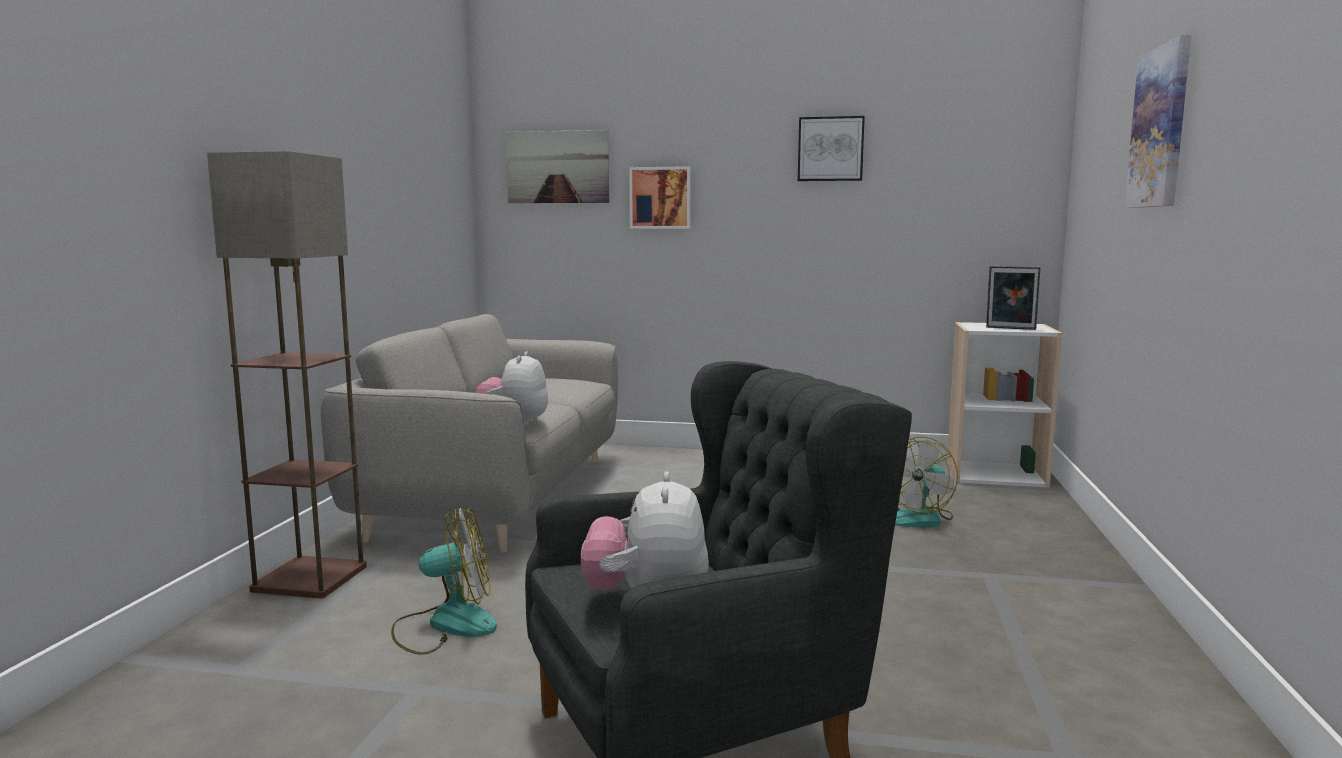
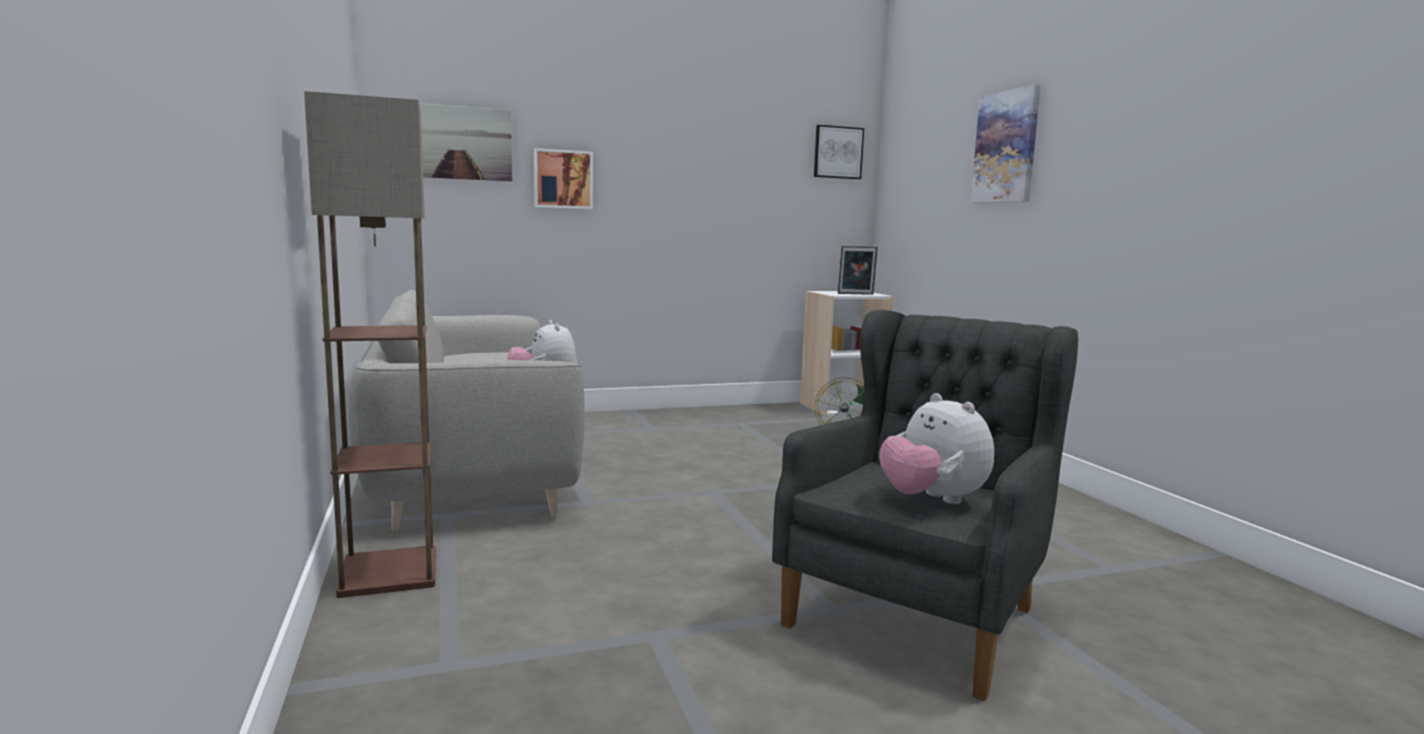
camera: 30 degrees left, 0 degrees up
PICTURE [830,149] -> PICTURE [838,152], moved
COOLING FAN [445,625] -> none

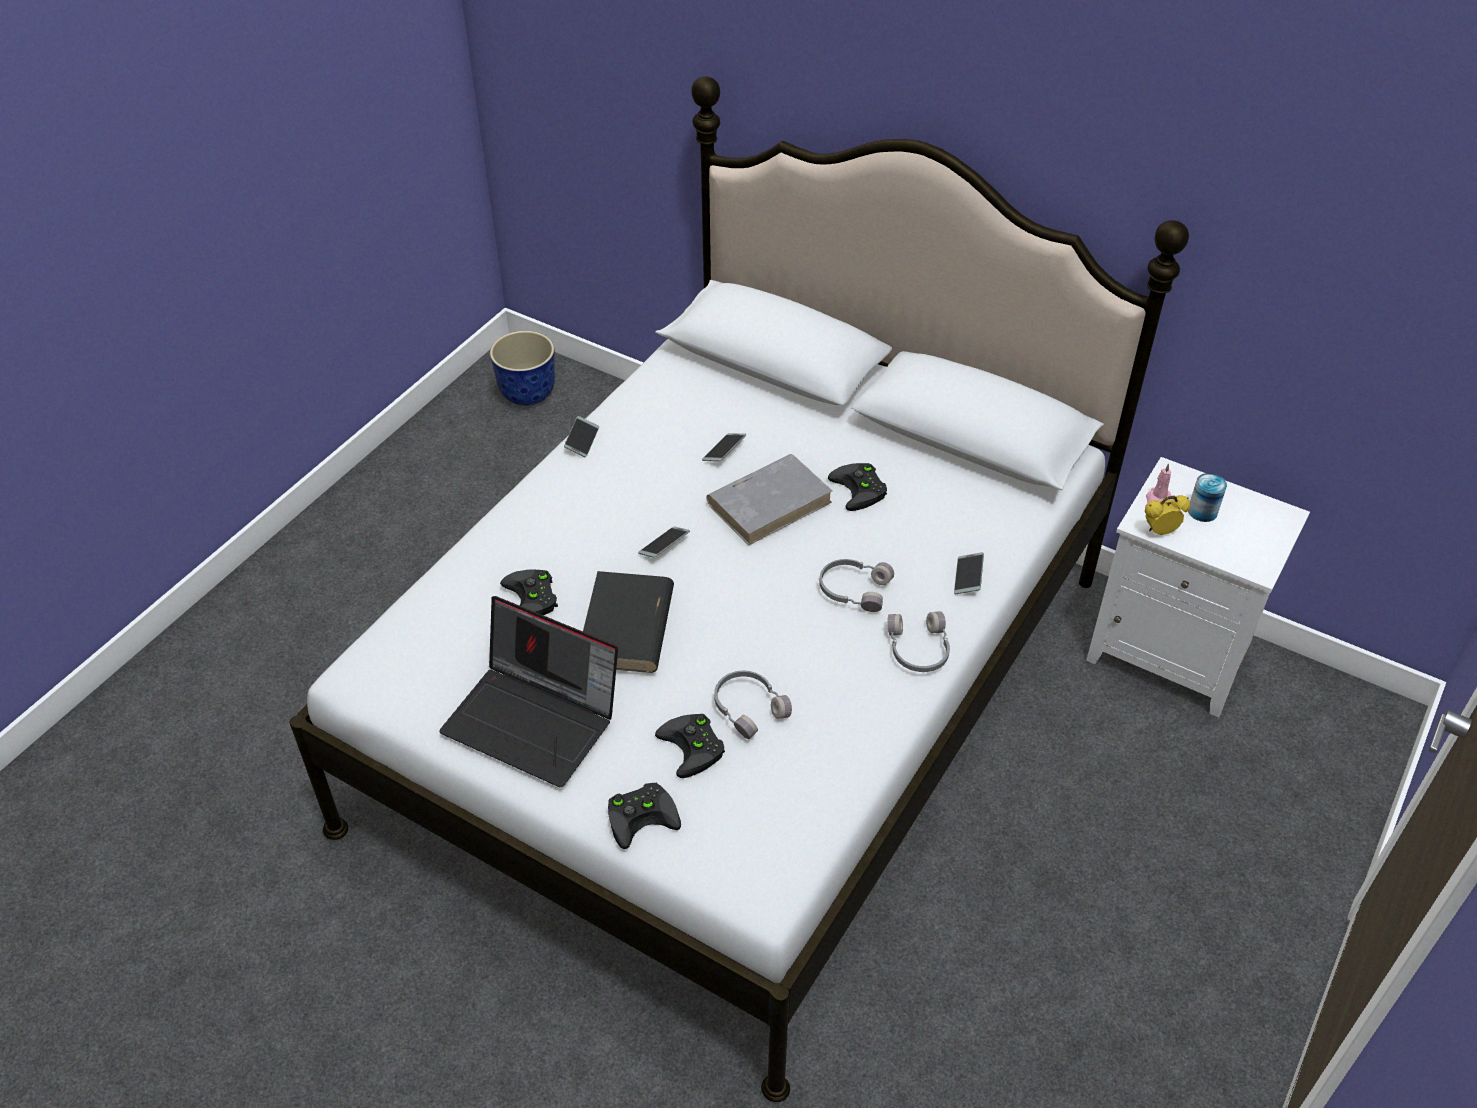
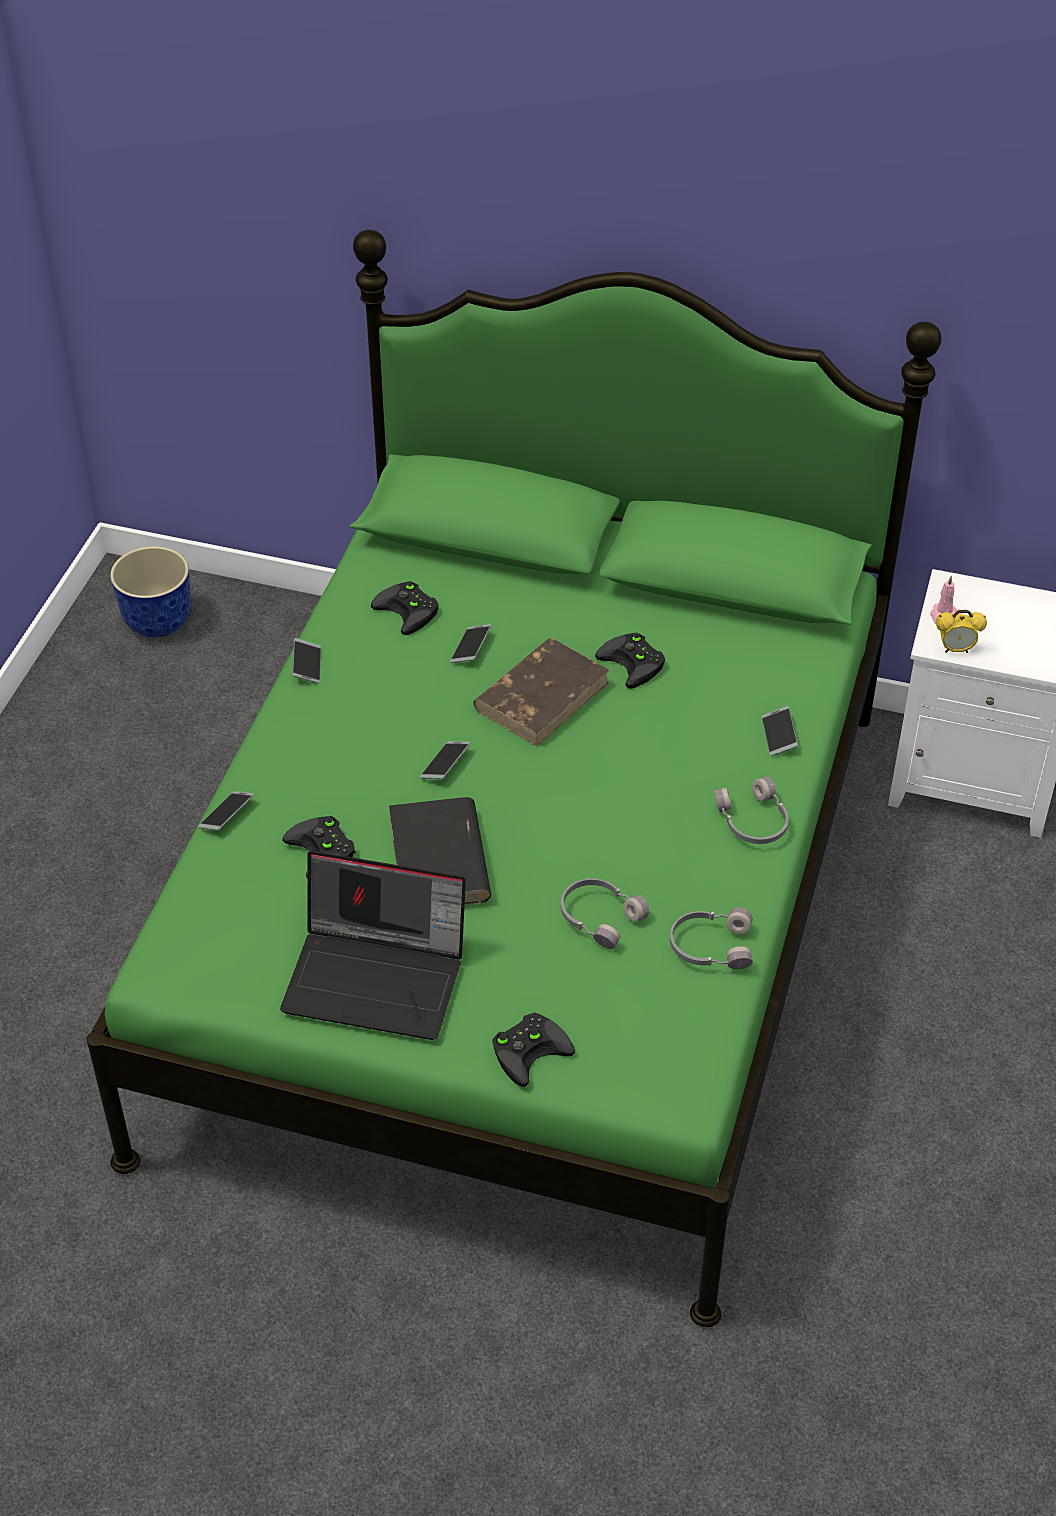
camera: 15 degrees left, 0 degrees up
WHITE-COLOURED SLEEPING BED [738,698] -> GREENISH SLEEPING BED [527,923]
GREYISH VOLUME [770,502] -> BROWN VOLUME [542,695]
CAN [1202,511] -> none
TABLE CLOCK [1160,531] -> TABLE CLOCK [955,649], 150 degrees counterclockwise
GREYISH PAIR OF HEADPHONES [853,589] -> GREYISH PAIR OF HEADPHONES [710,946], moved
BLACKISH JOYPAD [695,748] -> BLACKISH JOYPAD [410,611], moved
none -> HANDSET [226,815]

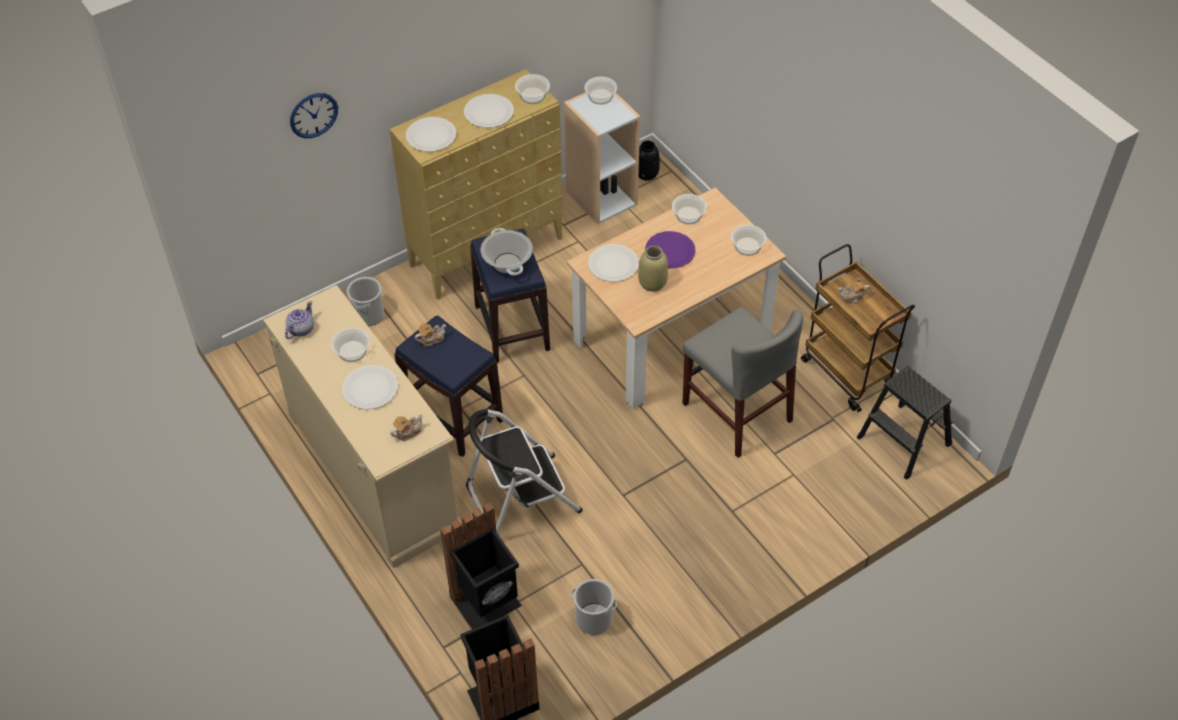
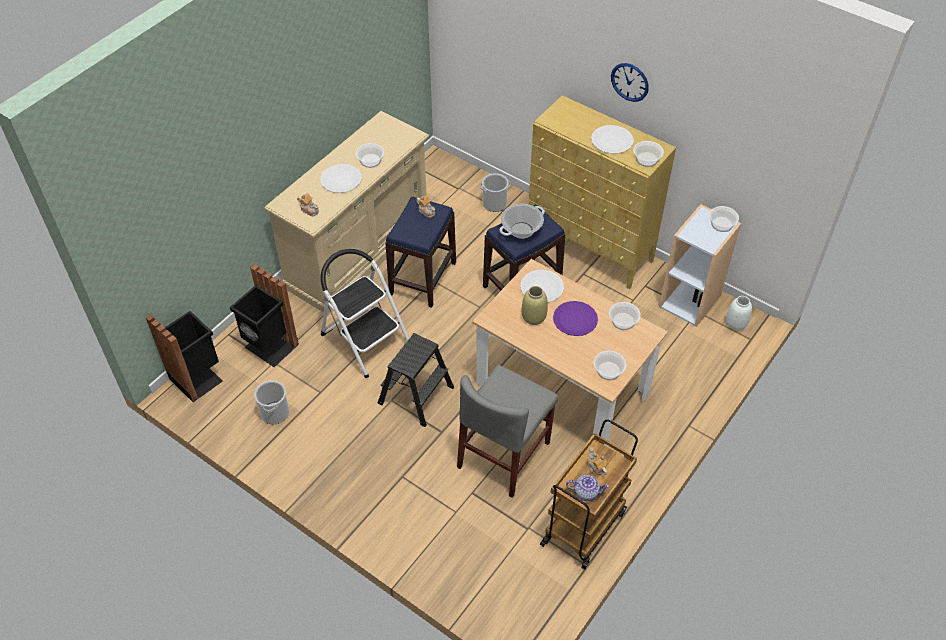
camera: 70 degrees right, 0 degrees up
HANGING CLOCK [313,115] -> HANGING CLOCK [630,82], moved
WHITE-COLOURED DINNER PLATE [431,135] -> none
BLACKISH DECORATIVE VASE [647,173] -> WHITE-COLOURED DECORATIVE VASE [736,323]
TEA POT [300,329] -> TEA POT [586,492], moved
BLACKISH STEPLADDER [904,440] -> BLACKISH STEPLADDER [415,395], moved

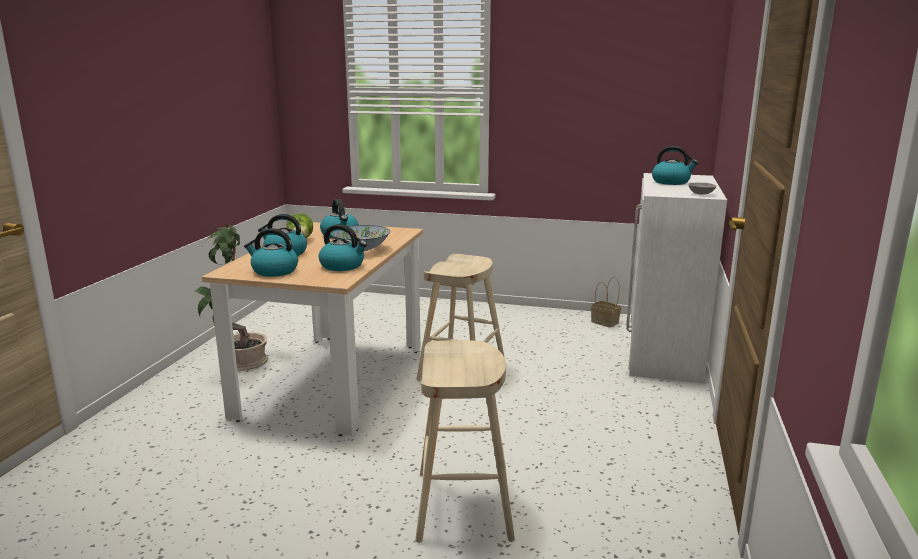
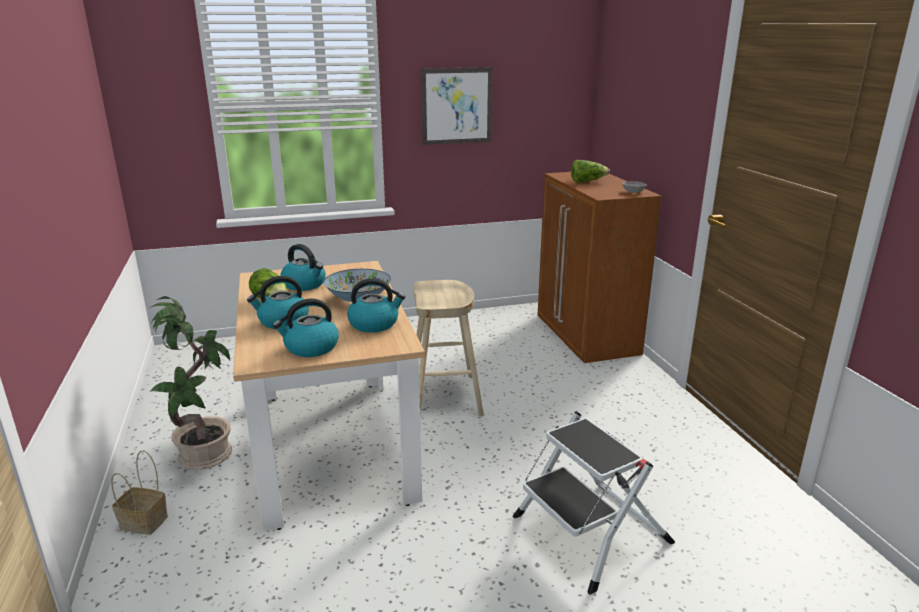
camera: 30 degrees left, 5 degrees up
WATER KETTLE [671,182] -> HEAD OF LETTUCE [587,181]
WHITE-COLOURED STORAGE CABINET [664,352] -> BROWN STORAGE CABINET [586,334]
BASKET [606,322] -> BASKET [145,522], moved
BEIGE SITTING STOOL [463,505] -> STEPLADDER [591,532]
none -> PICTURE [456,106]

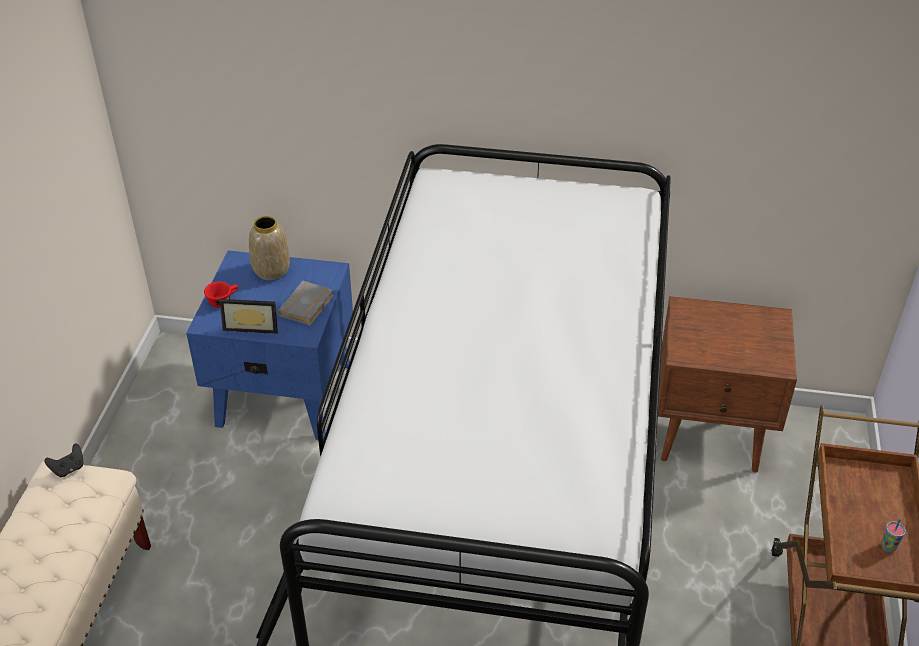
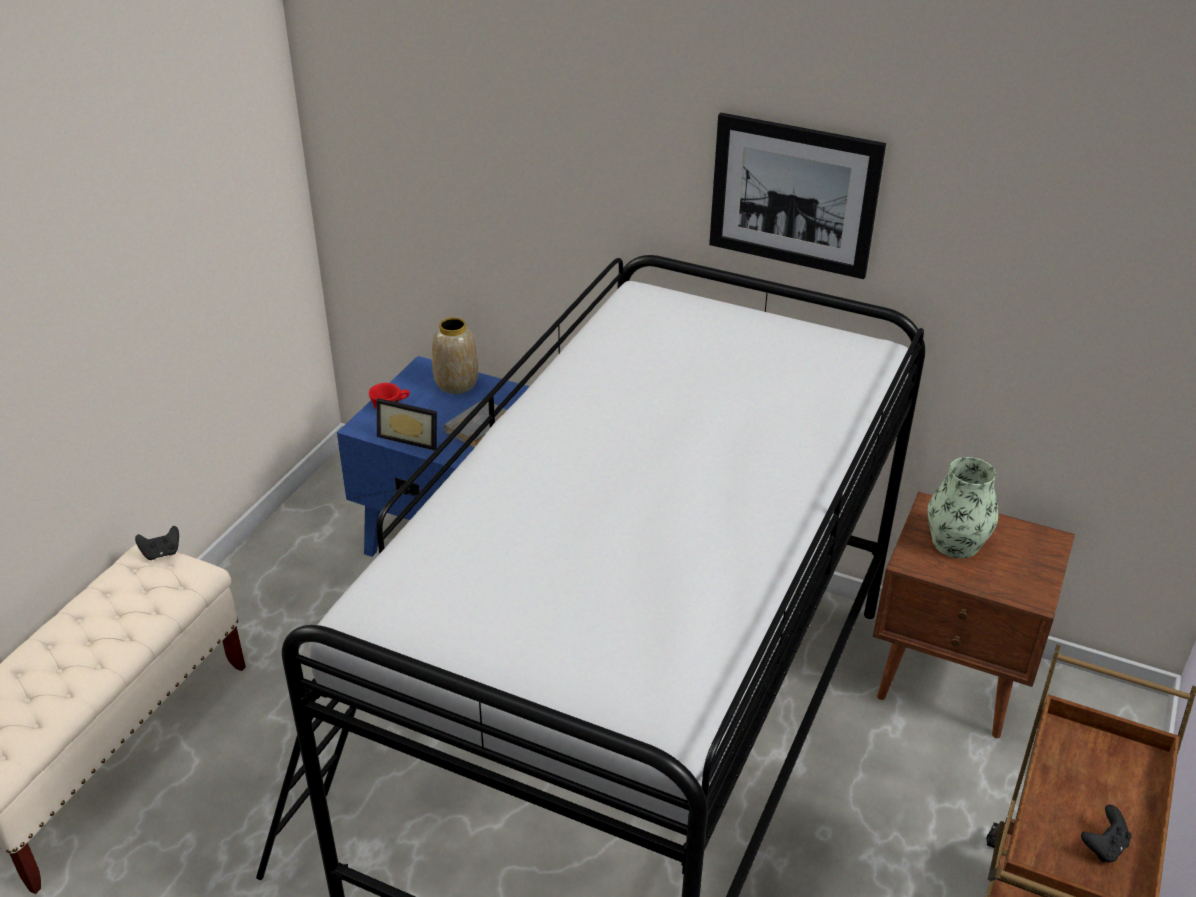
camera: 15 degrees right, 5 degrees down
SMALL CUP [888,547] -> BLACKISH JOYPAD [1103,847]
none -> PICTURE [793,195]
none -> DECORATIVE VASE [955,542]

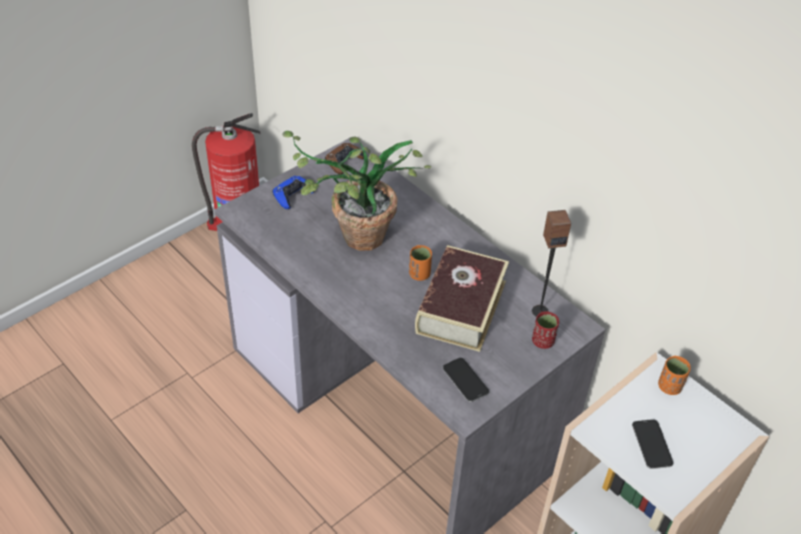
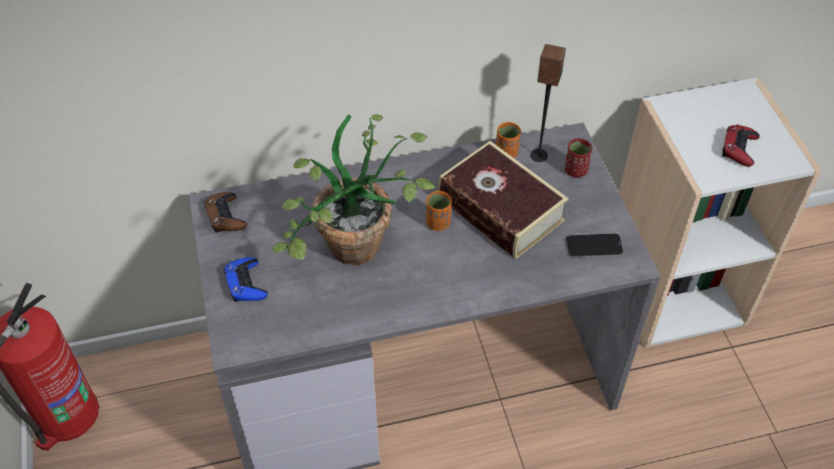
camera: 60 degrees left, 5 degrees up
ORANGE-COLOURED SMALL CUP [669,387] -> ORANGE-COLOURED SMALL CUP [506,153], moved
HANDSET [652,444] -> REDDISH JOYPAD [739,149]

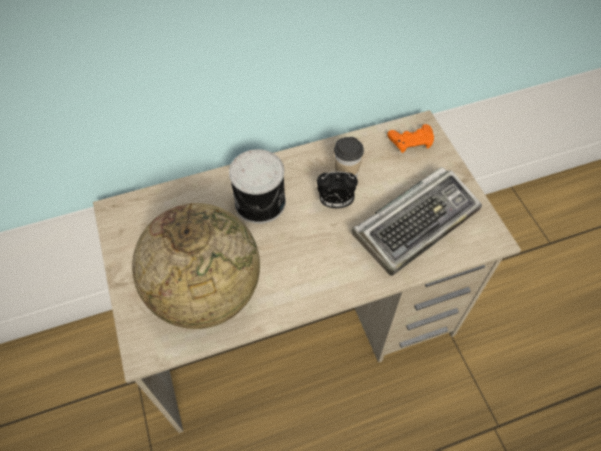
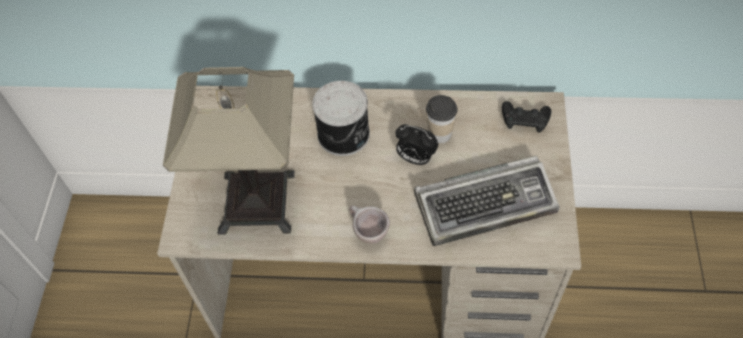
camera: 25 degrees right, 0 degrees up
ORANGE-COLOURED JOYPAD [411,141] -> BLACKISH JOYPAD [525,119]
DESK GLOBE [206,293] -> TABLETOP LAMP [256,202]
none -> BEIGE SMALL CUP [367,232]

